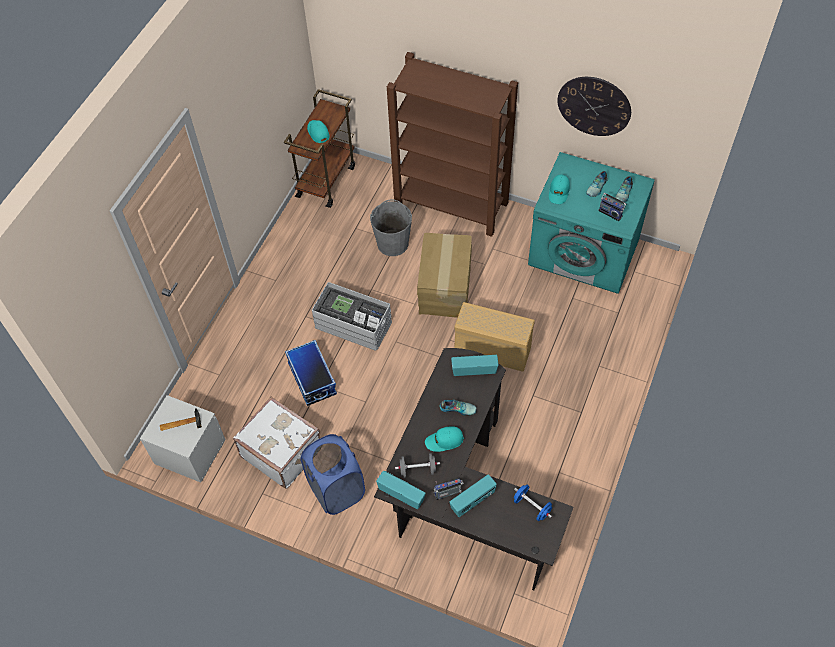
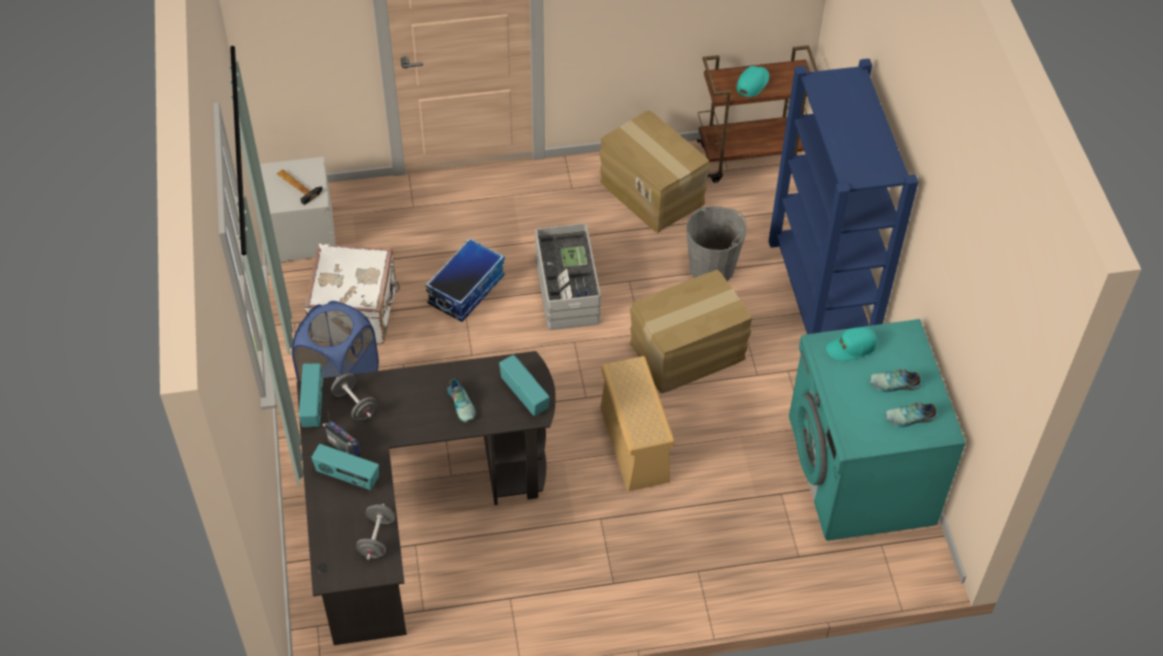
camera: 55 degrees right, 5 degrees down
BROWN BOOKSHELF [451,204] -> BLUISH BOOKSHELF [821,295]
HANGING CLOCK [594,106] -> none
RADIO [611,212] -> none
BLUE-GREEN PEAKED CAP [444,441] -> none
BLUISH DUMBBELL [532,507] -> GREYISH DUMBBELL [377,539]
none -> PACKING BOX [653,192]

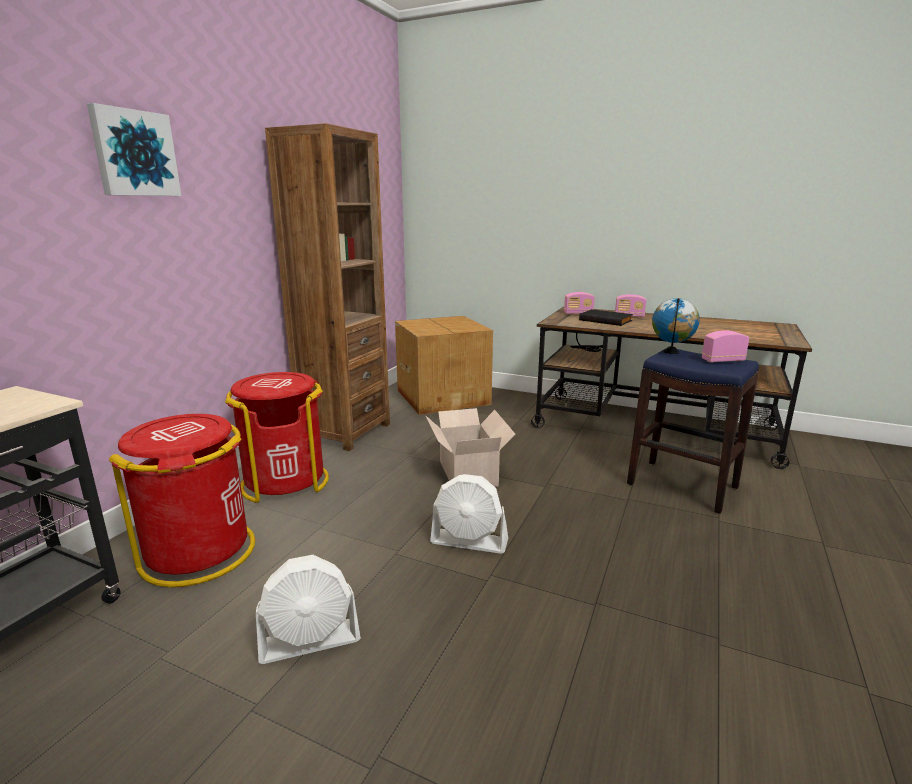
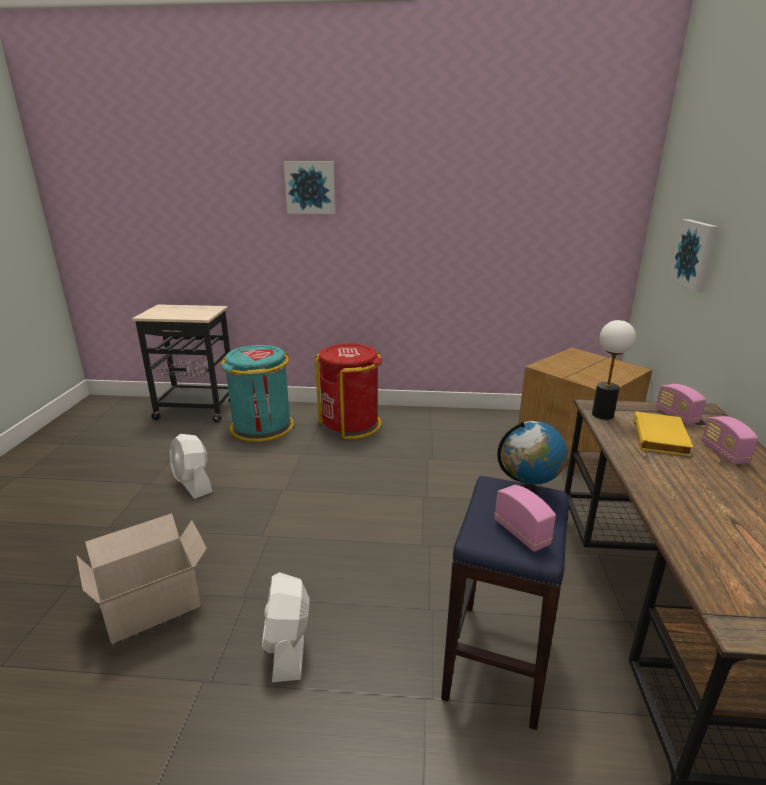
camera: 70 degrees right, 5 degrees up
BROWN BOOKSHELF [345,431] -> none
BLACKISH VOLUME [606,320] -> YELLOW VOLUME [661,437]
PACKING BOX [468,472] -> PACKING BOX [155,605], moved
REDDISH WASTE BIN [200,552] -> BLUE-GREEN WASTE BIN [262,427]
WHITE-COLOURED COOLING FAN [469,541] -> WHITE-COLOURED COOLING FAN [288,646], moved
none -> PICTURE [695,254]
none -> TABLETOP LAMP [603,415]

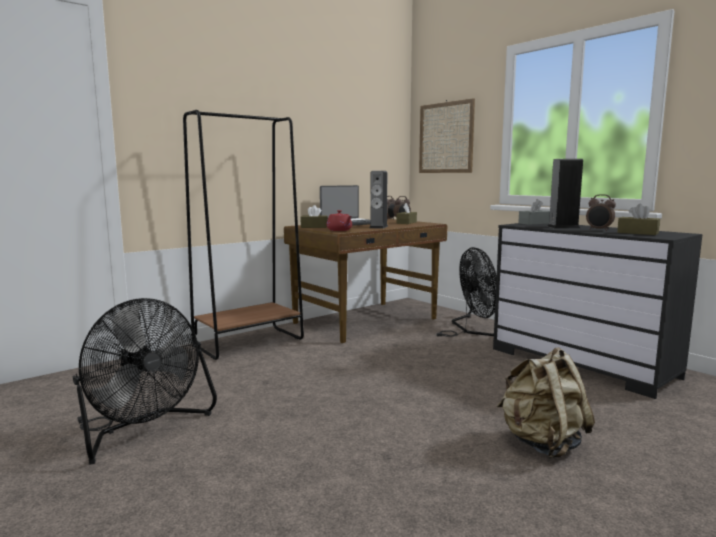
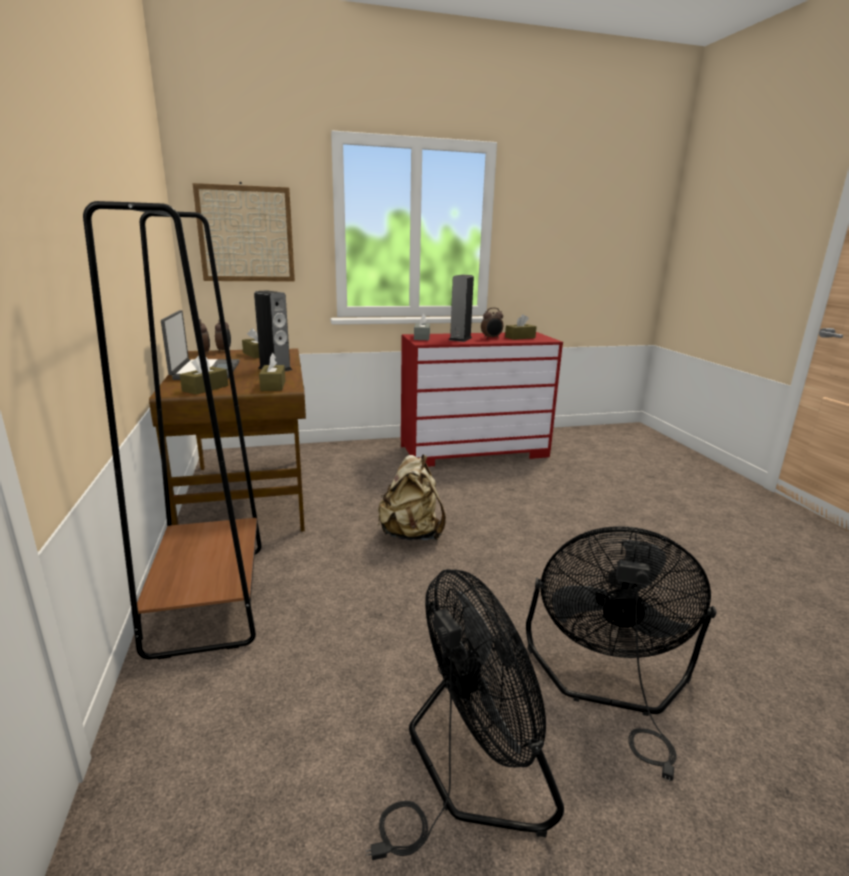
camera: 65 degrees left, 10 degrees up
REDDISH TEA POT [339,230] -> BROWN TISSUE HOLDER [273,385]
BLACKISH CHEST OF DRAWERS [582,363] -> REDDISH CHEST OF DRAWERS [474,451]
BLACKISH COOLING FAN [470,328] -> BLACKISH COOLING FAN [614,689], moved
BEIGE RUCKSACK [542,443] -> BEIGE RUCKSACK [411,534], moved

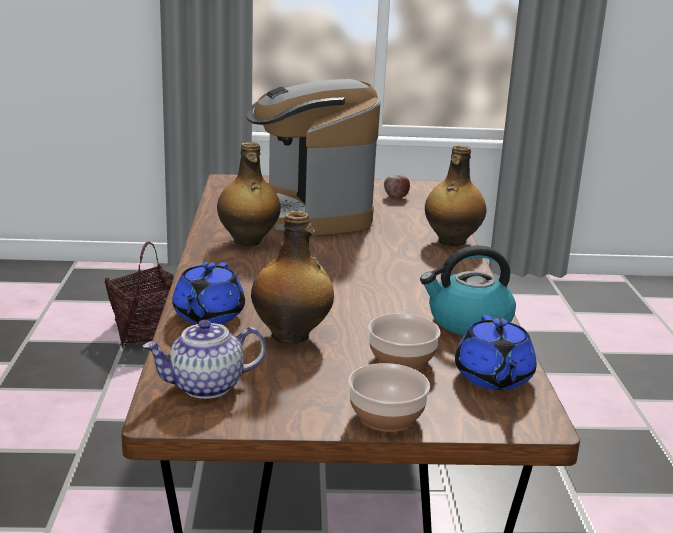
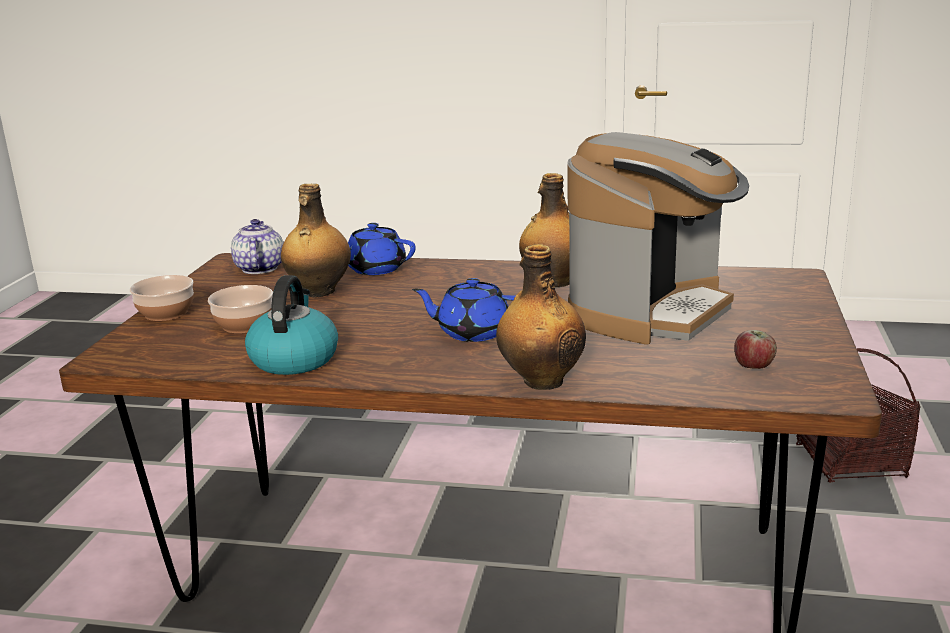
camera: 105 degrees right, 0 degrees up
COFFEE BREWER [311,215] -> COFFEE BREWER [651,312], 135 degrees clockwise
BLUISH TEA POT [493,378] -> BLUISH TEA POT [472,332], moved

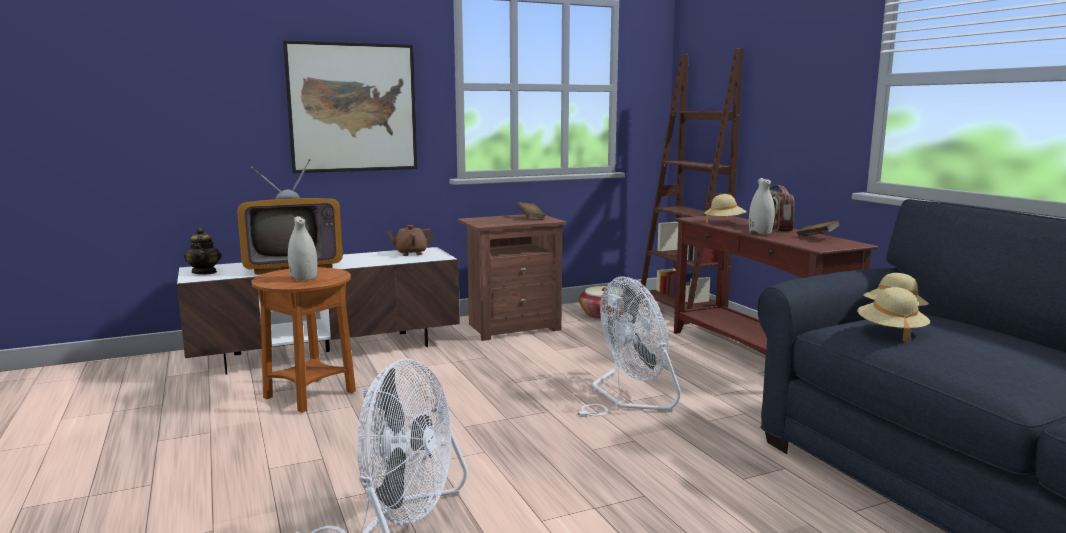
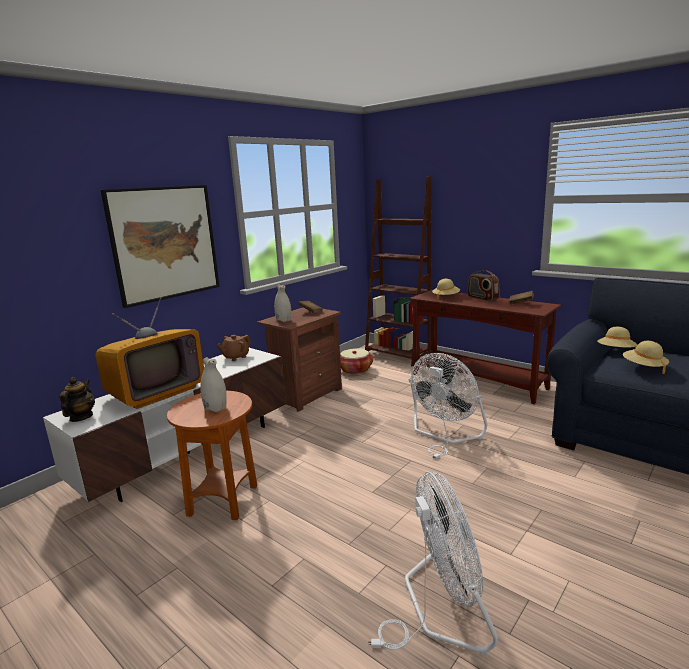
camera: 25 degrees left, 5 degrees up
WHITE-COLOURED DECORATIVE VASE [760,233] -> WHITE-COLOURED DECORATIVE VASE [283,321], moved
TEA POT [204,272] -> TEA POT [81,417], 135 degrees counterclockwise

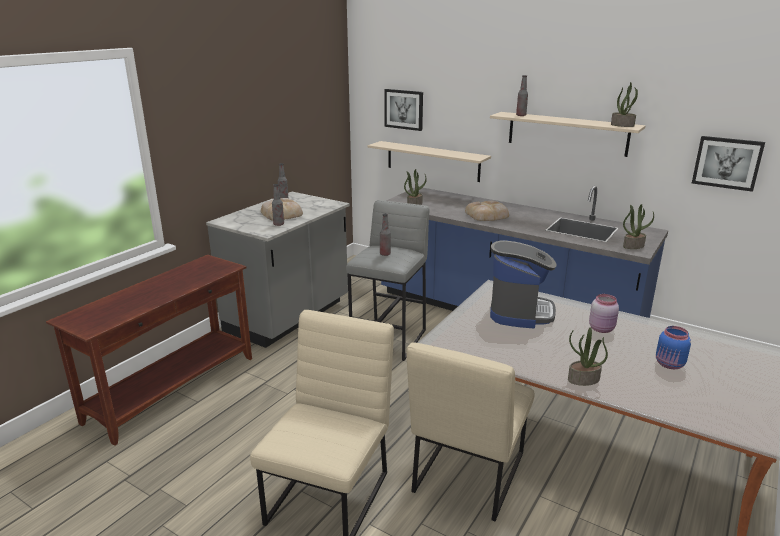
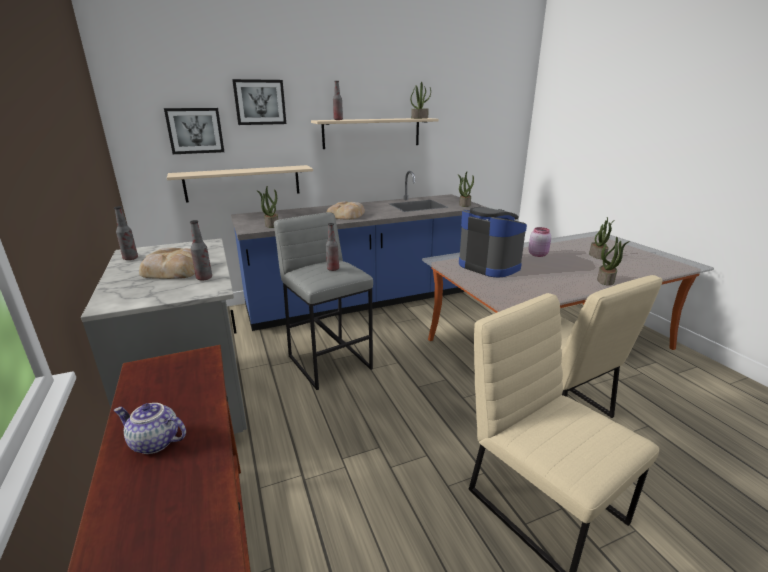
camera: 55 degrees left, 0 degrees up
PICTURE [727,163] -> PICTURE [260,102], moved
BLUISH STORAGE JAR [669,365] -> PLANT IN A POT [598,255]
none -> TEA POT [154,443]

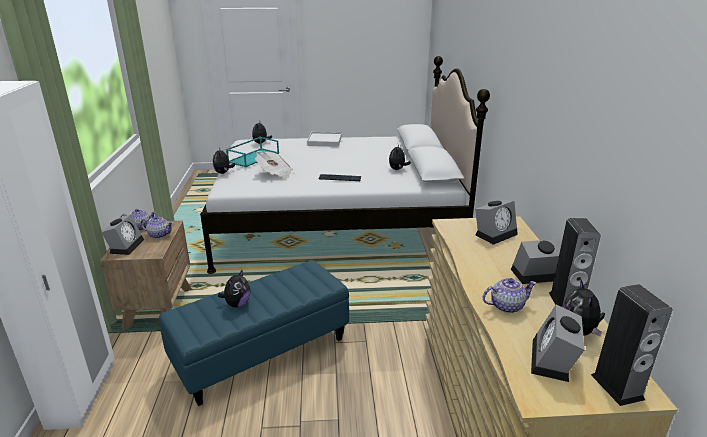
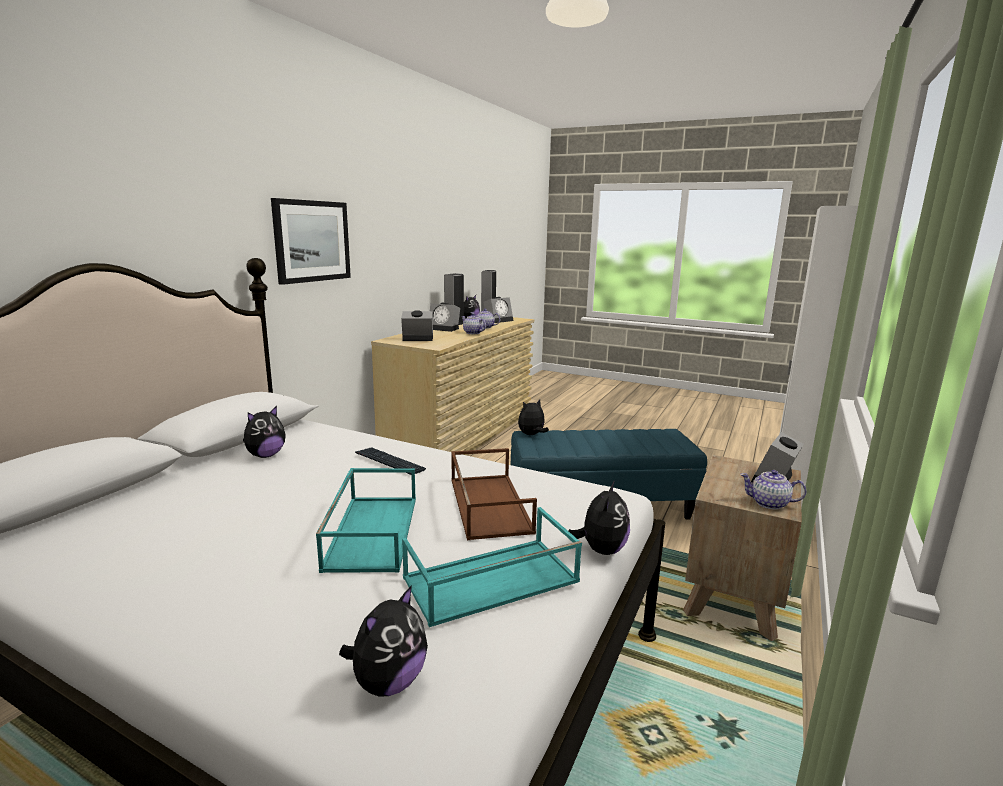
camera: 150 degrees left, 10 degrees down
WHITE-COLOURED CARRYING TRAY [324,141] -> none
NEWSPAPER [275,174] -> BROWN CARRYING TRAY [488,504]
TEA POT [159,235] -> TEA POT [473,333], moved
PLUSH TOY [237,304] -> PLUSH TOY [532,435], moved
none -> PICTURE [312,241]
none -> BLUE-GREEN CARRYING TRAY [371,531]

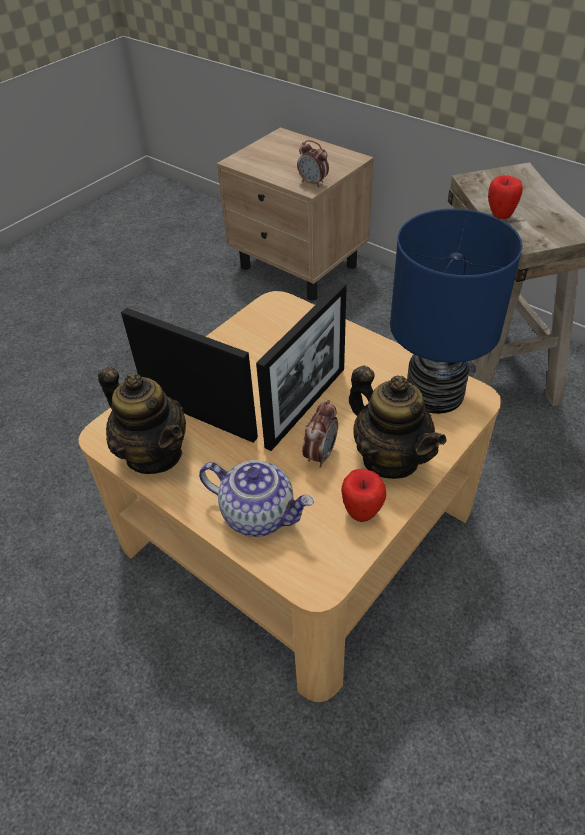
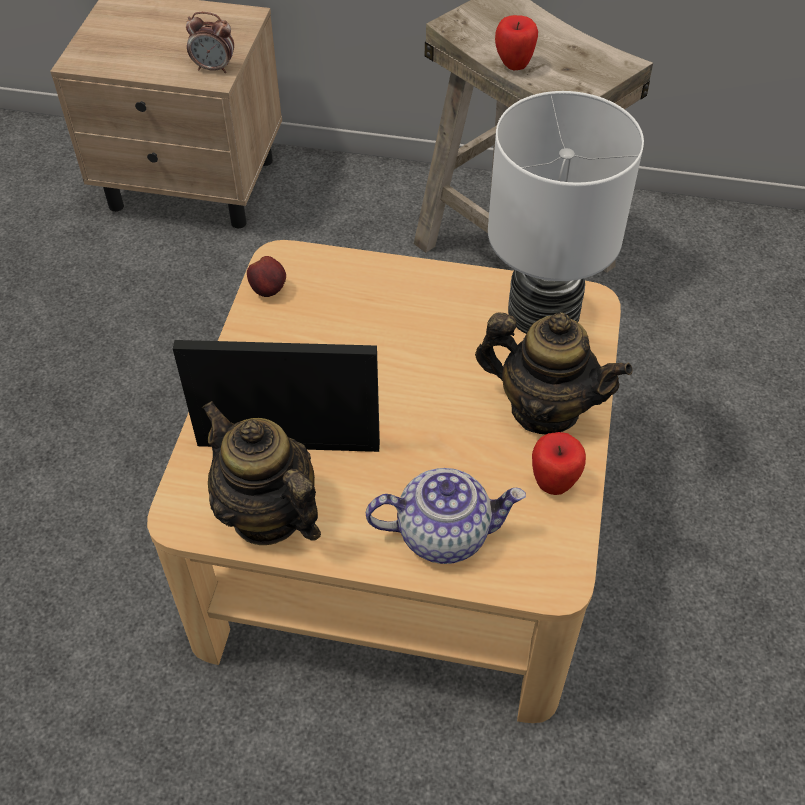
camera: 30 degrees left, 5 degrees up
BLUISH TABLETOP LAMP [434,393] -> WHITE-COLOURED TABLETOP LAMP [543,313]
STANDING FRAME [306,406] -> none
TEA POT [154,454] -> TEA POT [267,514], 150 degrees counterclockwise
TABLE CLOCK [320,454] -> none
none -> APPLE FRUIT [269,290]

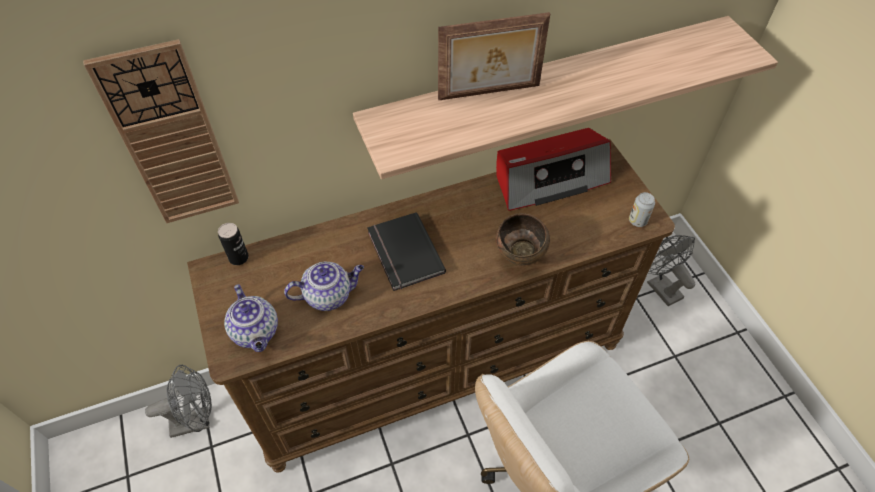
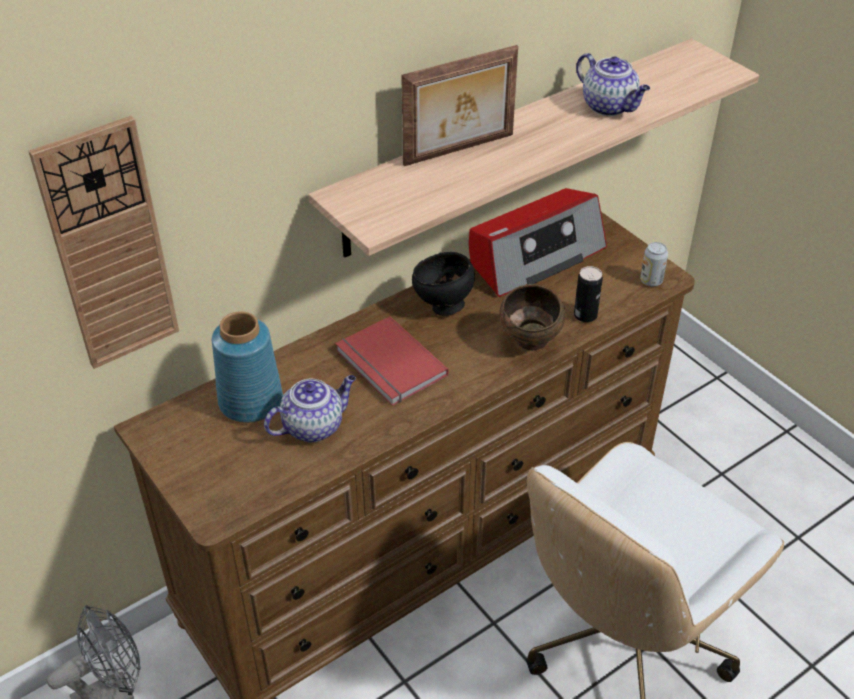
camera: 15 degrees left, 10 degrees down
BLACKISH VOLUME [403,253] -> REDDISH VOLUME [388,365]
CAN [238,258] -> CAN [585,315], moved
GREYISH COOLING FAN [660,286] -> none
TEA POT [256,332] -> TEA POT [610,107], moved
none -> BLACKISH SERVING BOWL [443,307]
none -> BLUISH DECORATIVE VASE [250,402]

